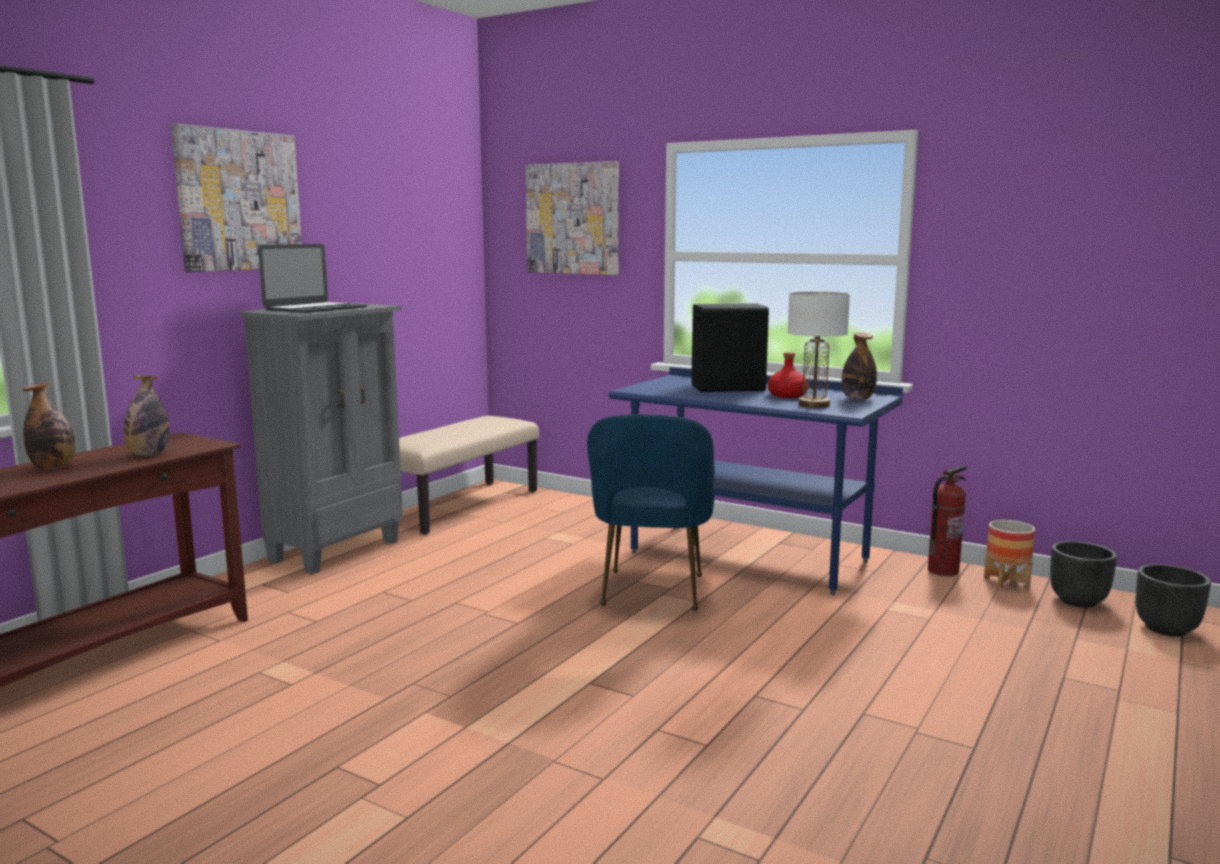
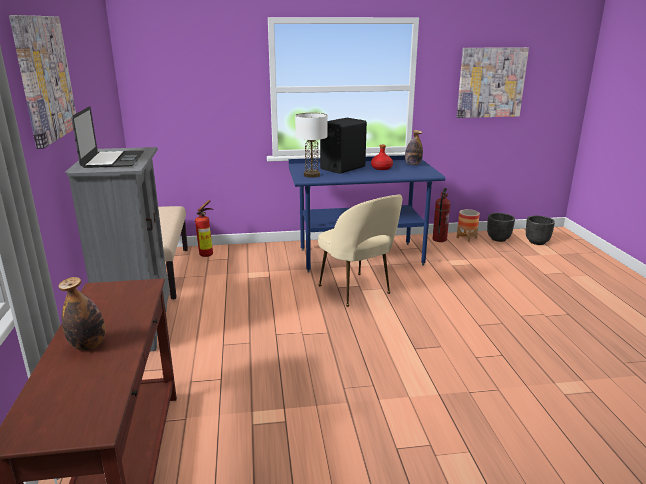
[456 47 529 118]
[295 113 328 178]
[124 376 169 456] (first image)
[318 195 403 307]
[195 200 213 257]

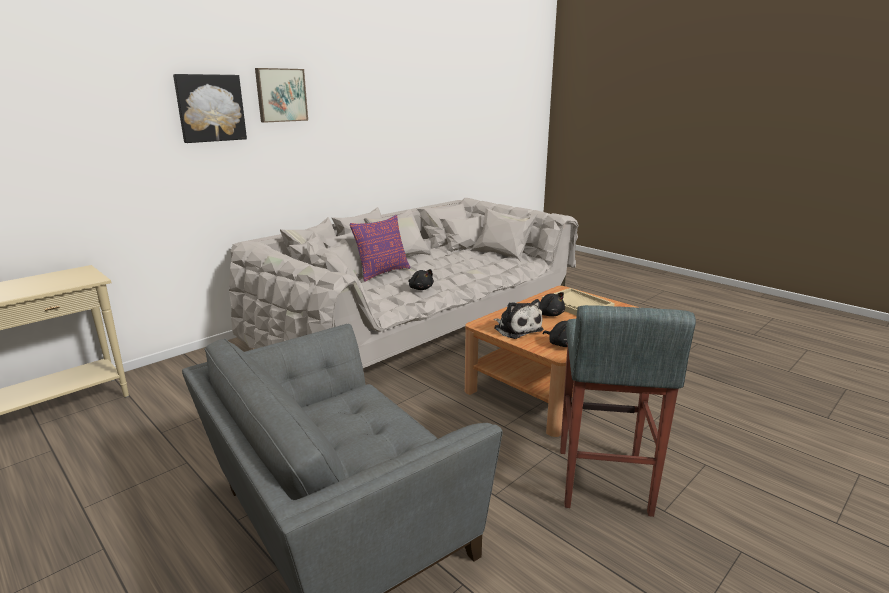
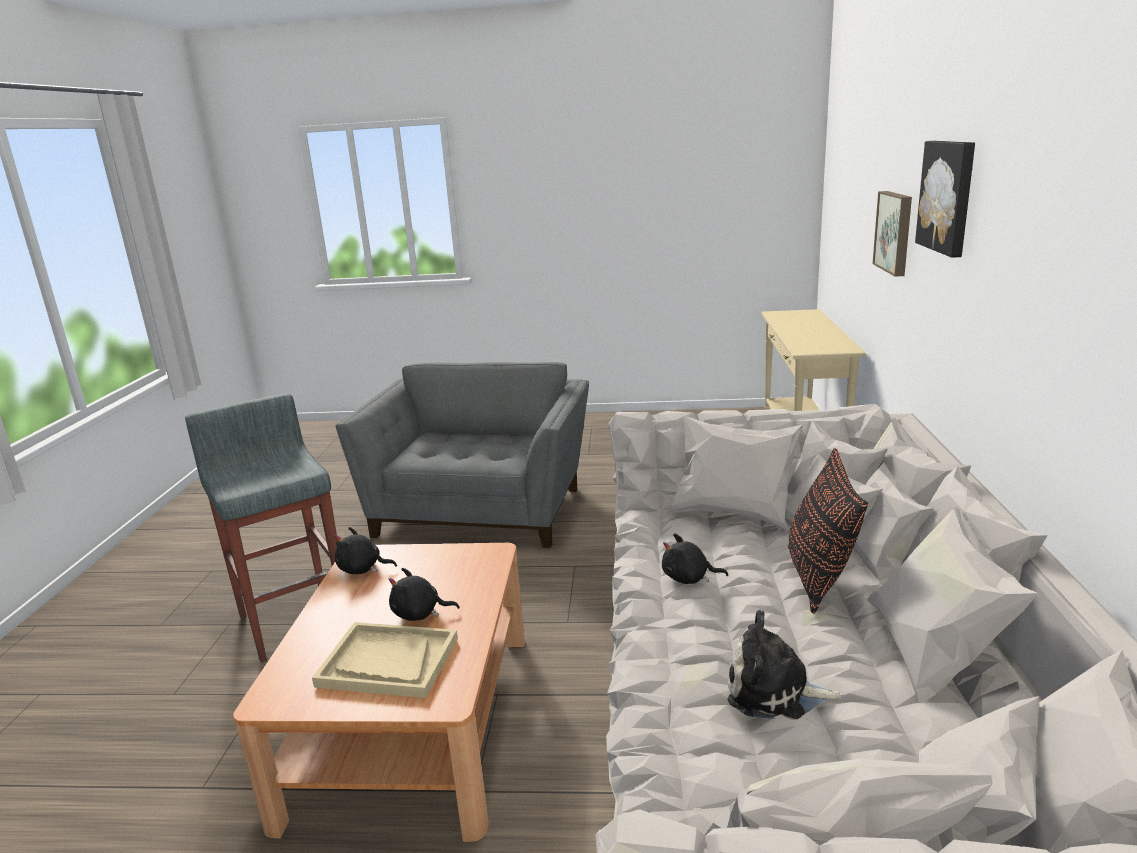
[872 191 912 277]
[788 448 868 614]
[728 610 843 720]

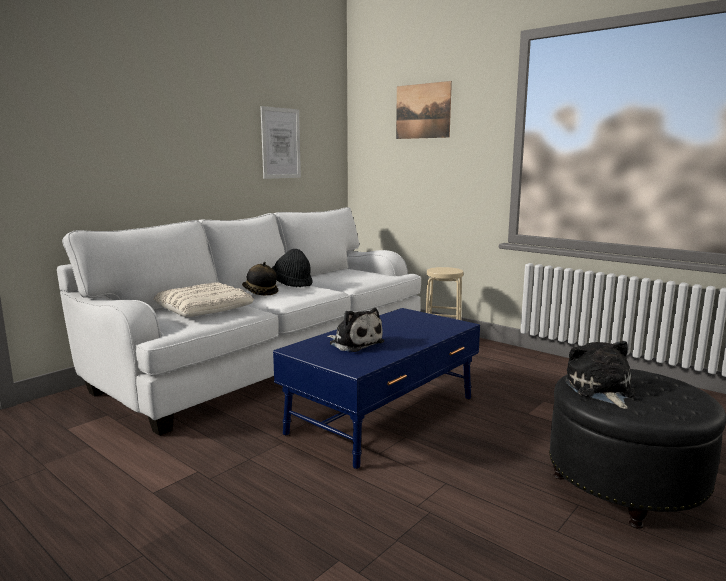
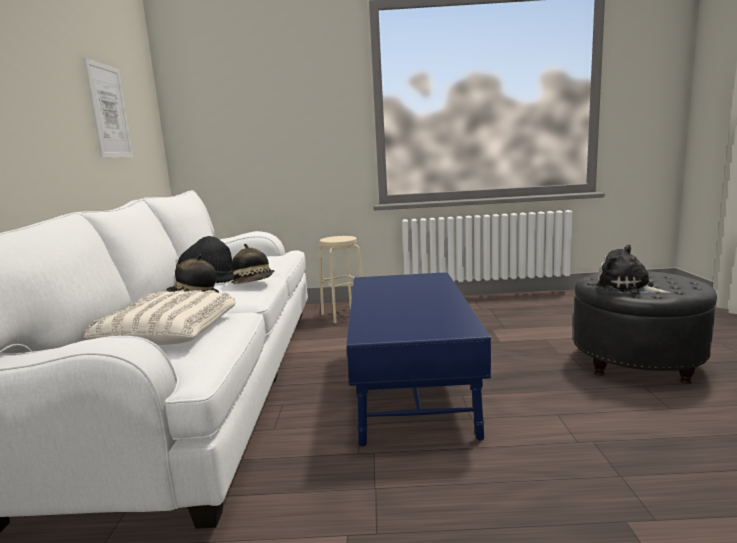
[396 81 452 139] (first image)
[327 308 384 352] (first image)
[231 244 274 284]

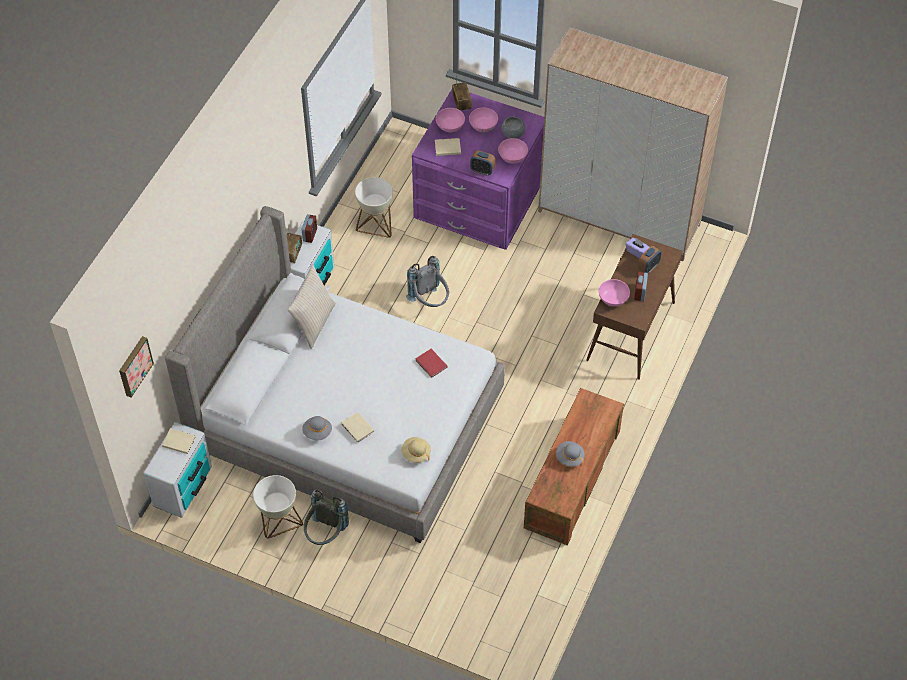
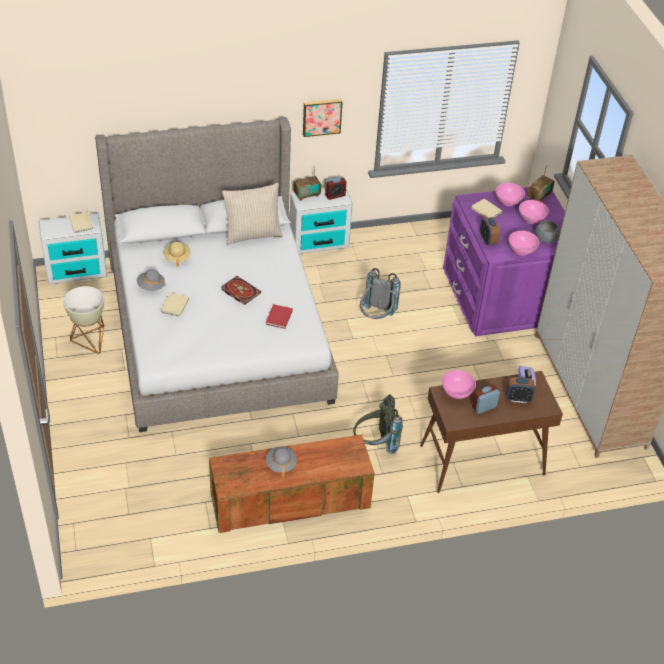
[355 177 393 238] (first image)
[303 99 343 137]
[163 242 191 267]
[353 394 403 454]
[221 276 261 305]

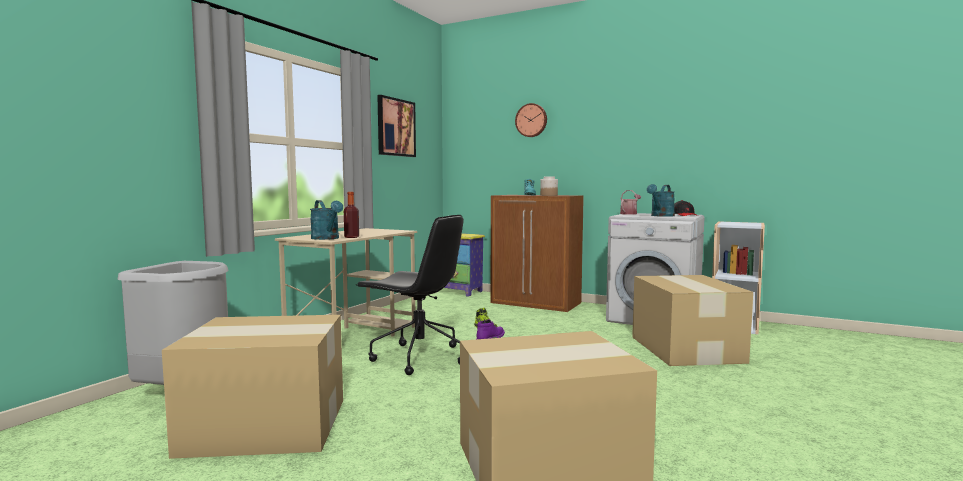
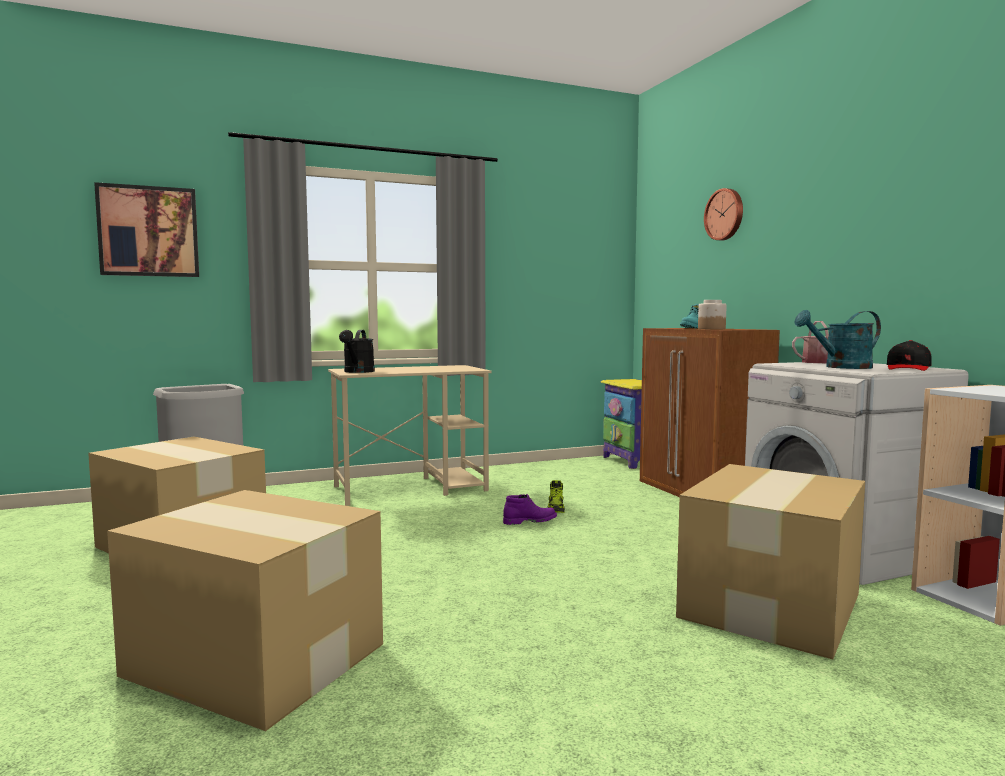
[94 182 199 277]
[344 192 359 238] (first image)
[339 330 375 373]
[356 215 464 375] (first image)

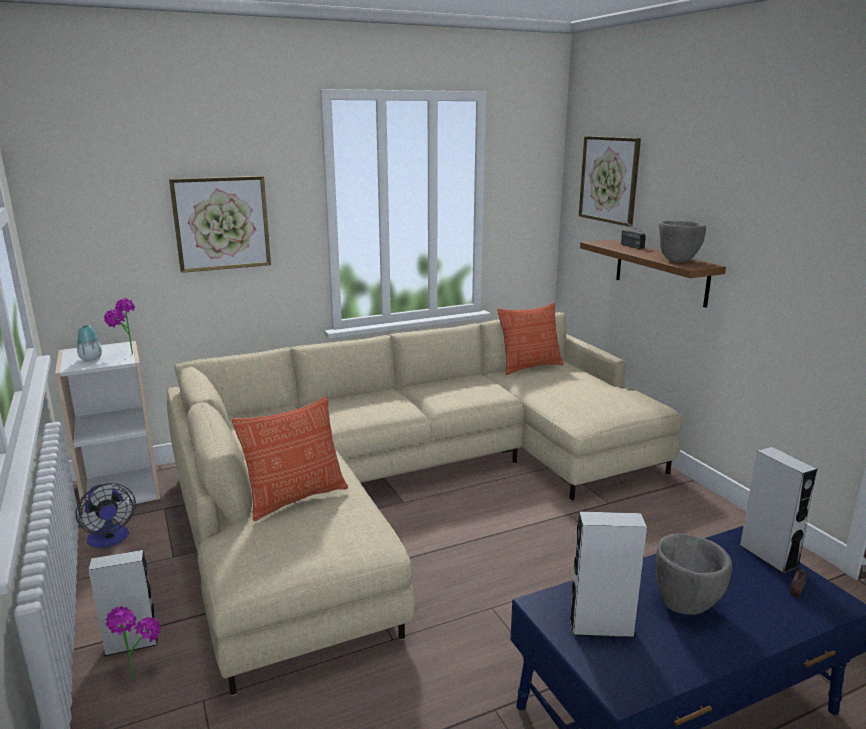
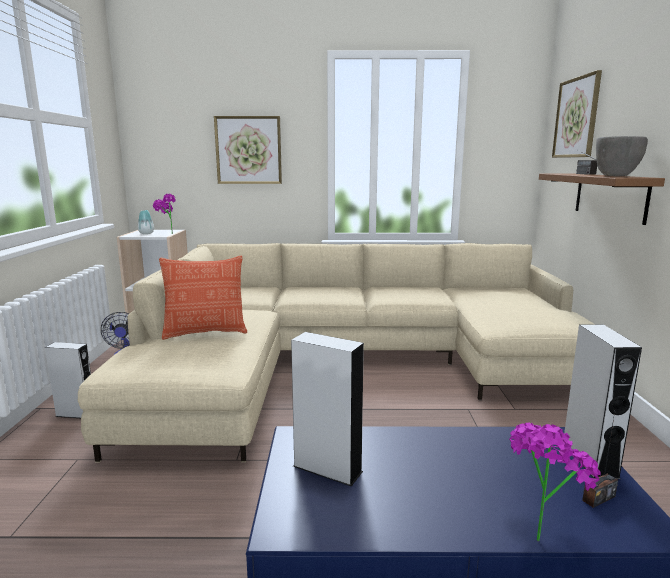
[497 303 564 375] (first image)
[656 533 732 615] (first image)
[509 422 601 542]

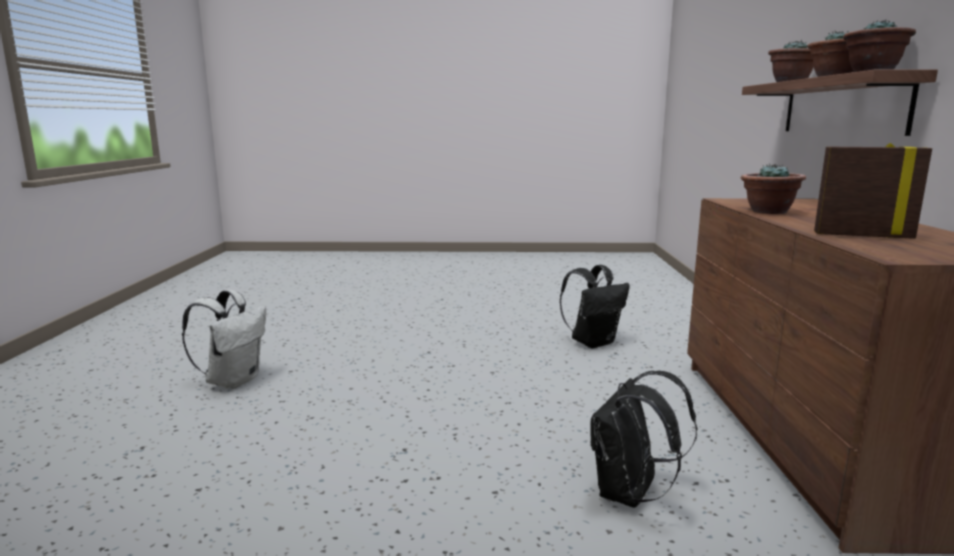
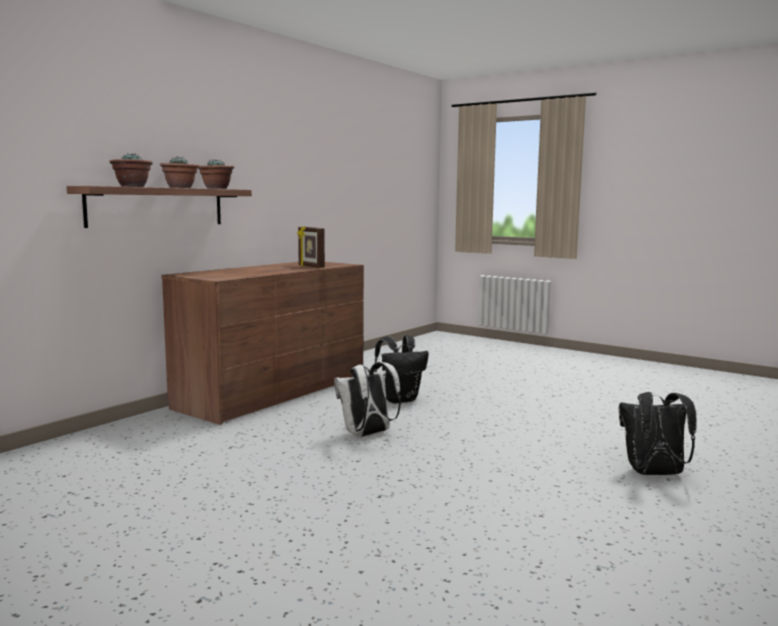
[741 163 806 214] (first image)
[619 392 697 475]
[334 362 401 437]

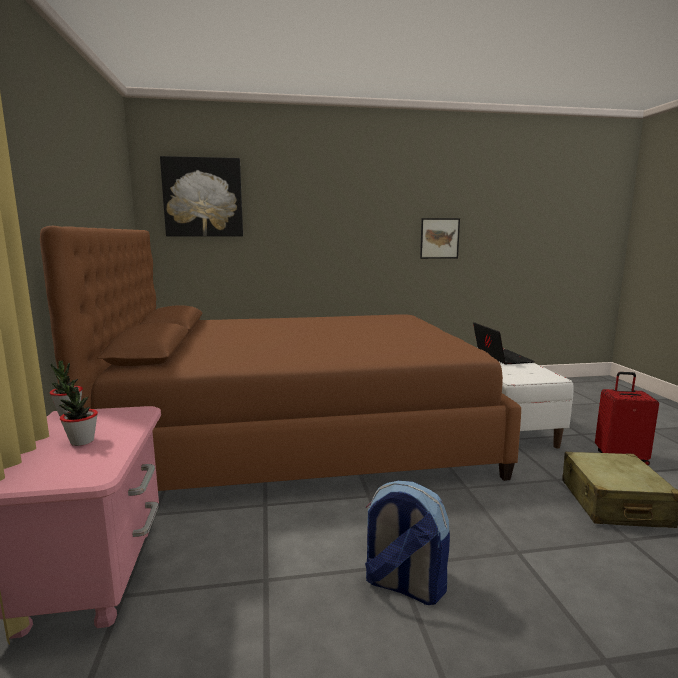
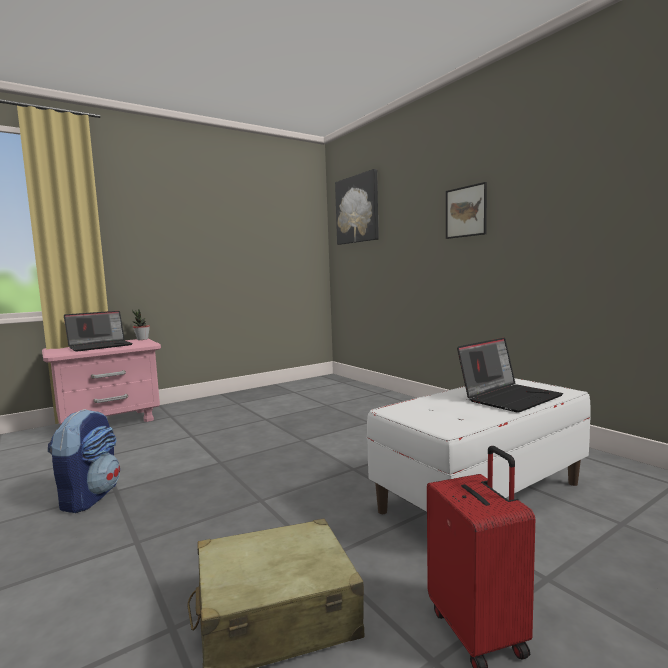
[446 182 487 239]
[40 226 521 491] (first image)
[64 311 133 352]

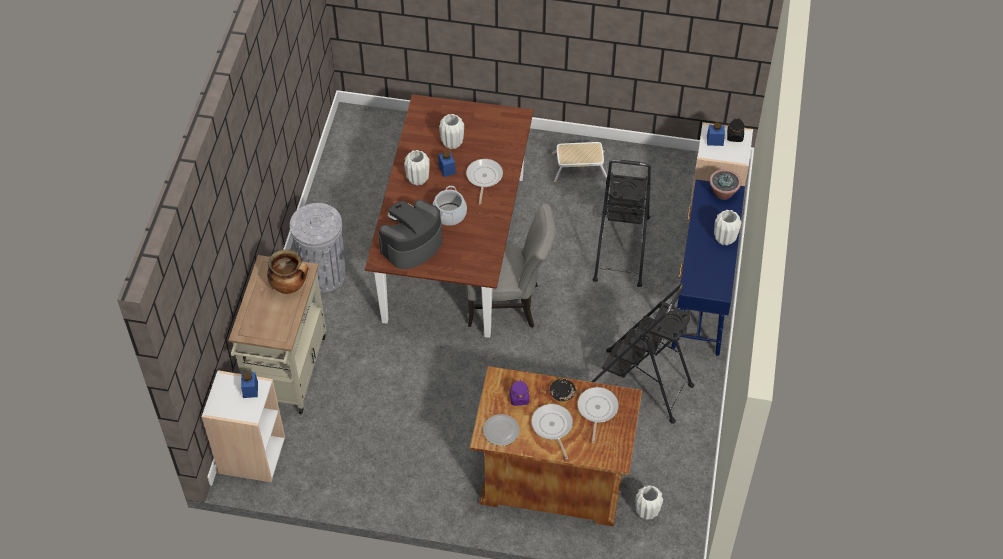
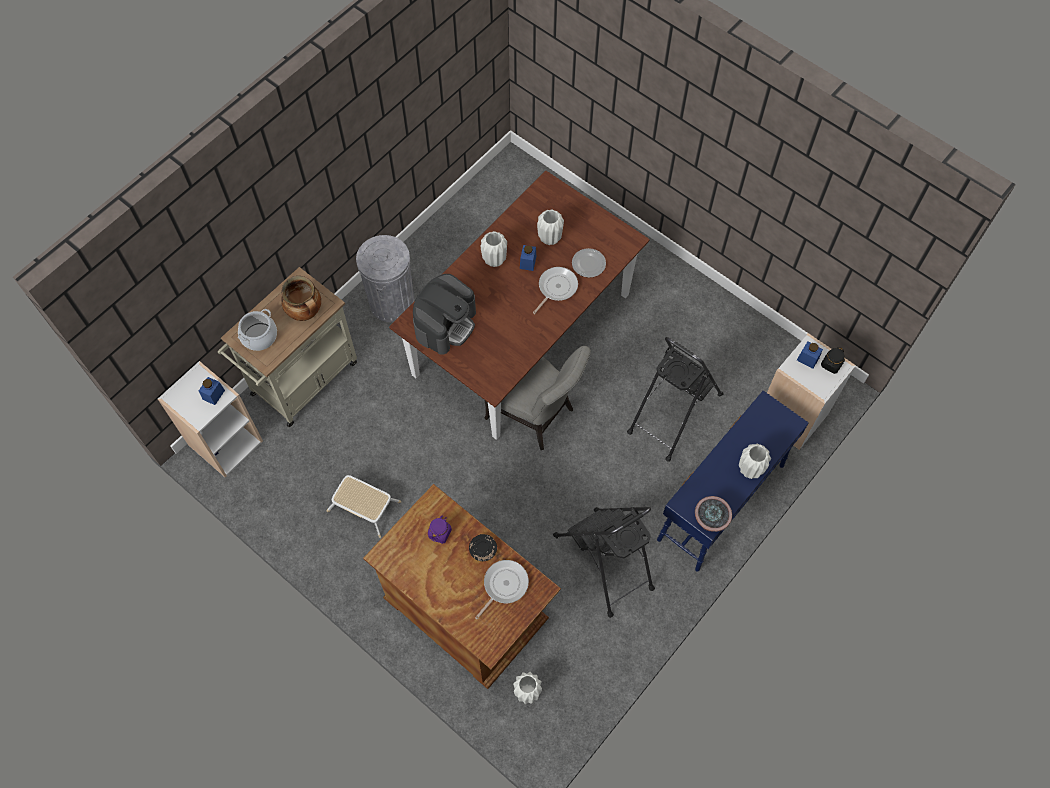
[326 475 401 538]
[695 496 732 532]
[238 309 277 351]
[413 274 476 355]
[531 404 573 459] (first image)
[572 248 606 278]

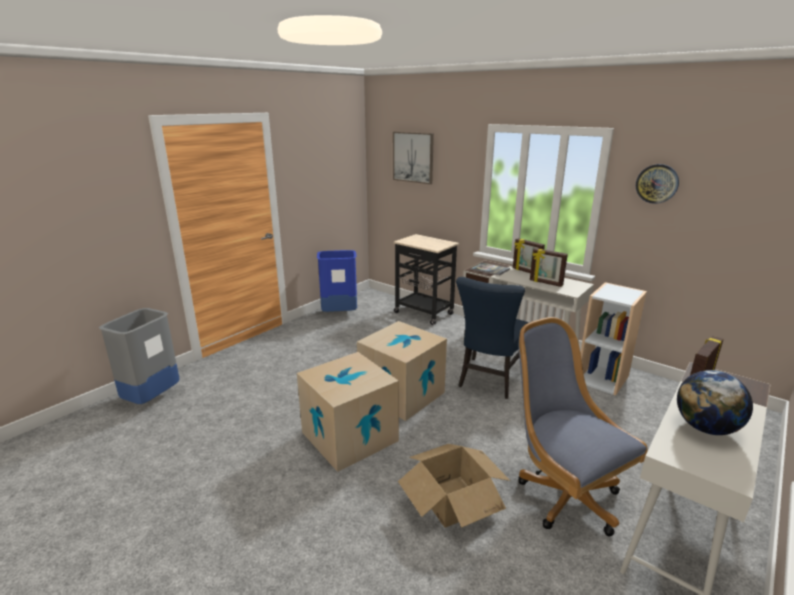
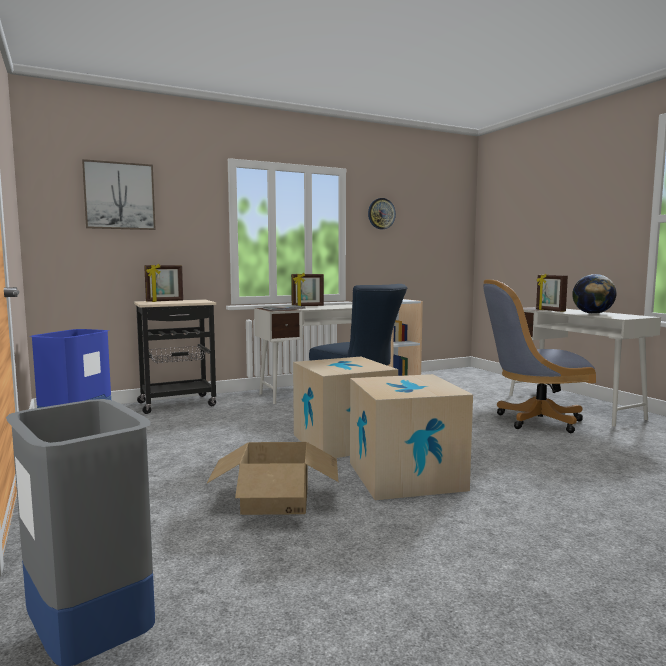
[144 264 183 302]
[206 442 338 515]

